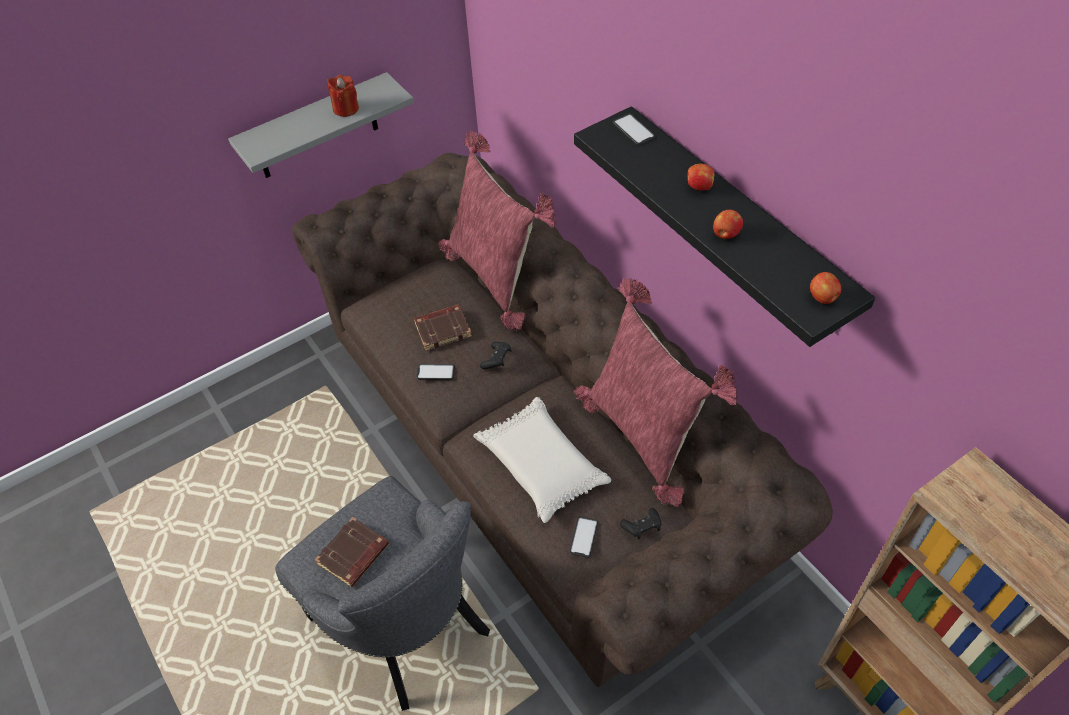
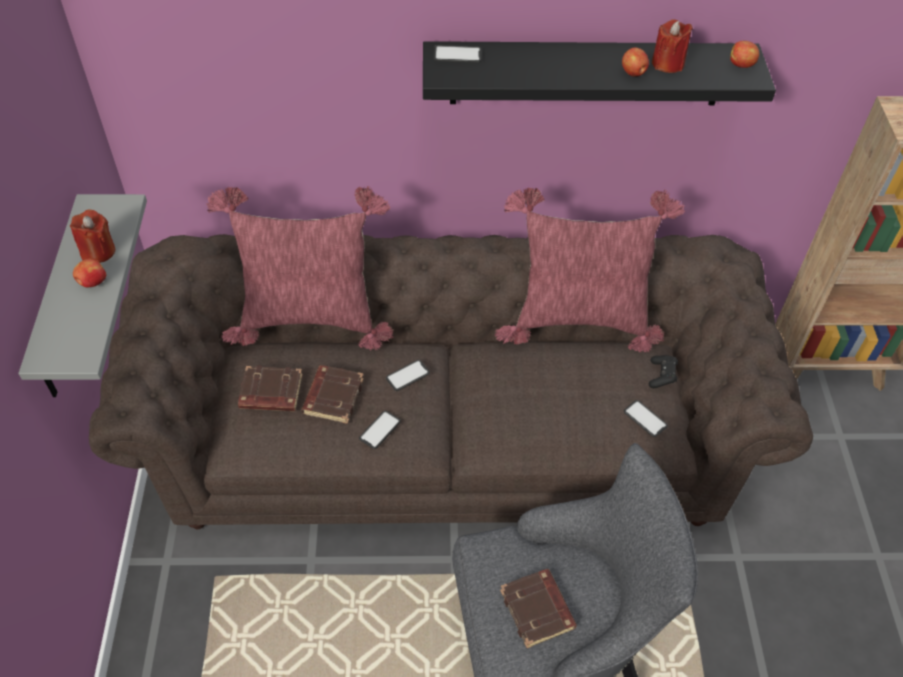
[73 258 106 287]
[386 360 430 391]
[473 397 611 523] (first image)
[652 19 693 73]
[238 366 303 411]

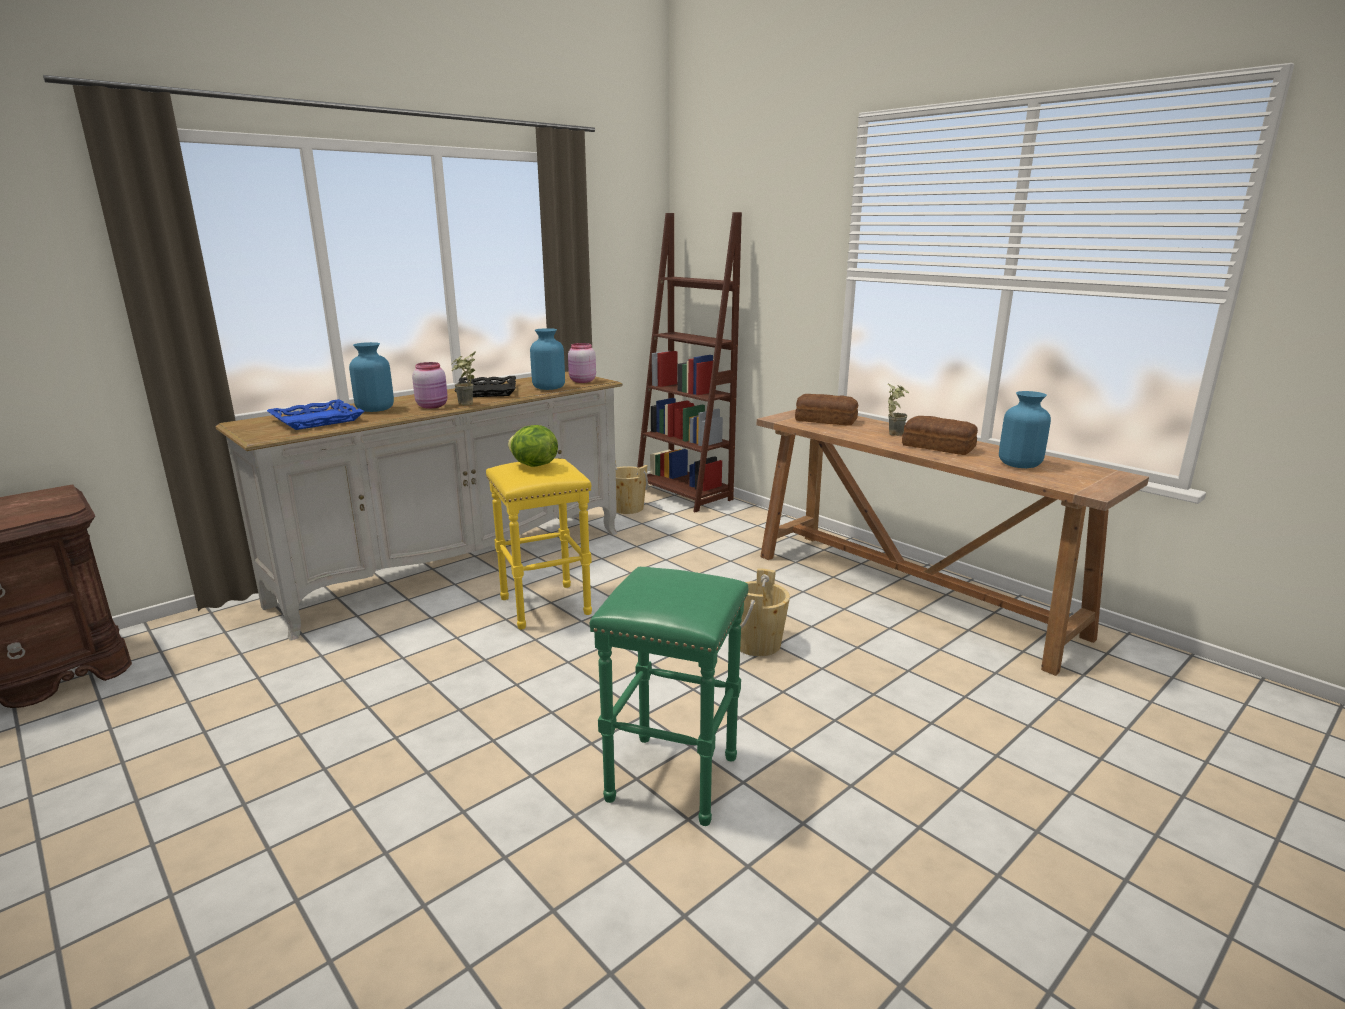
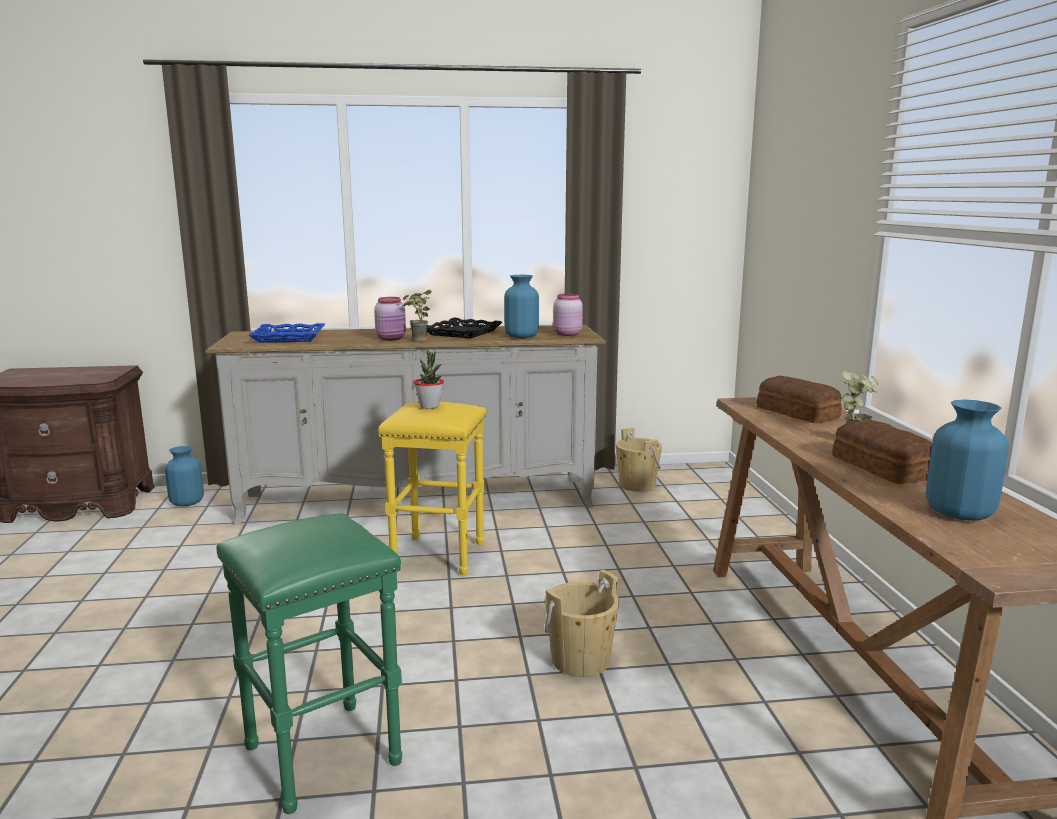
[637 212 742 512] (first image)
[165 446 204 506]
[414 350 444 409]

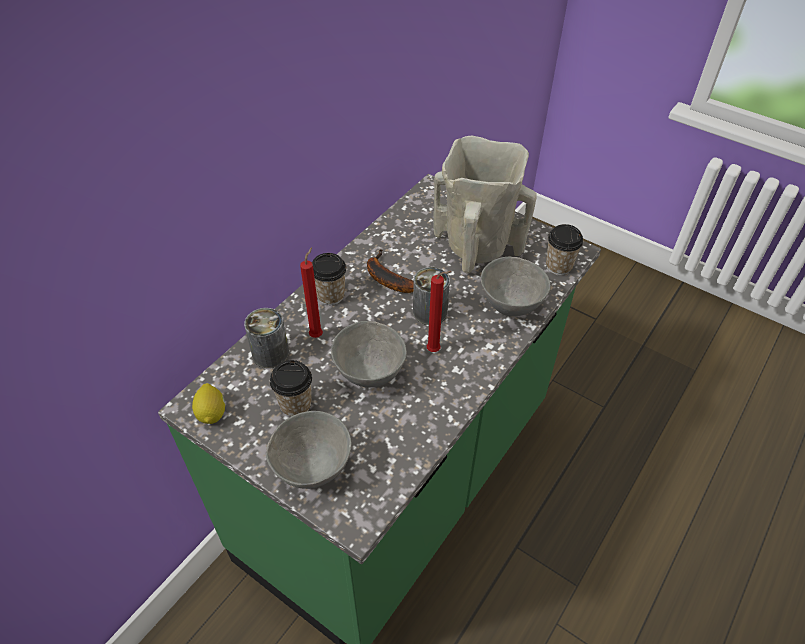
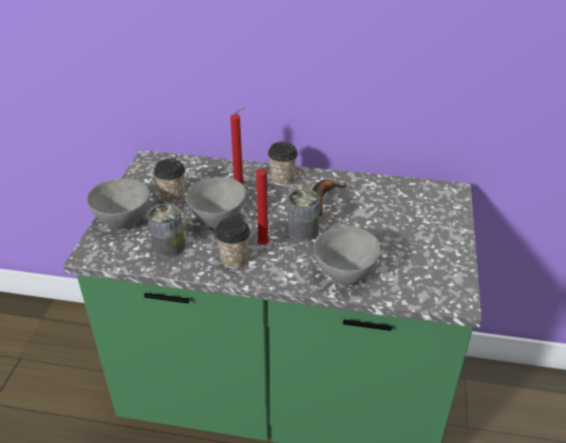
[434 136 537 274] (first image)
[215 217 250 269]
[148 204 185 258]
[192 383 225 424] (first image)

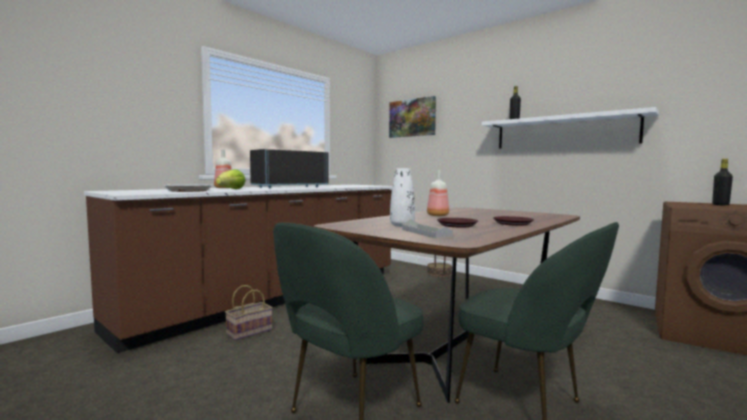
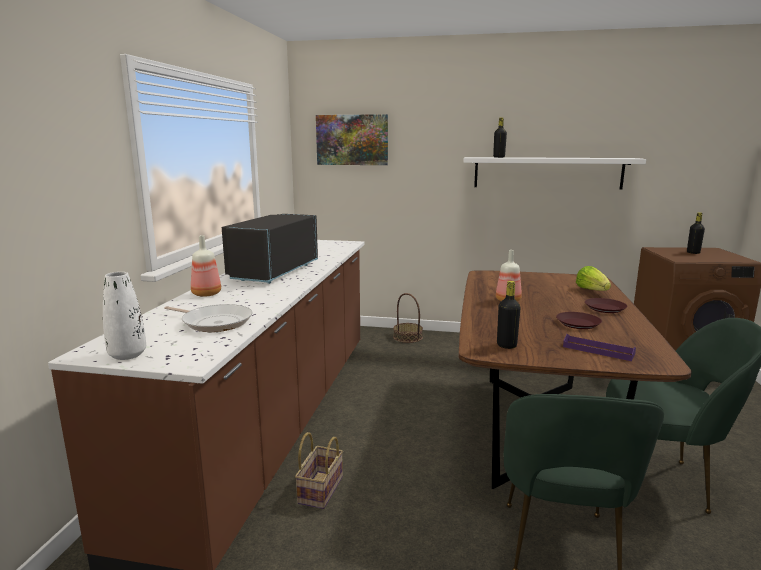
[103 272 146 360]
[576 266 611 291]
[563 334 636 361]
[497 281 521 349]

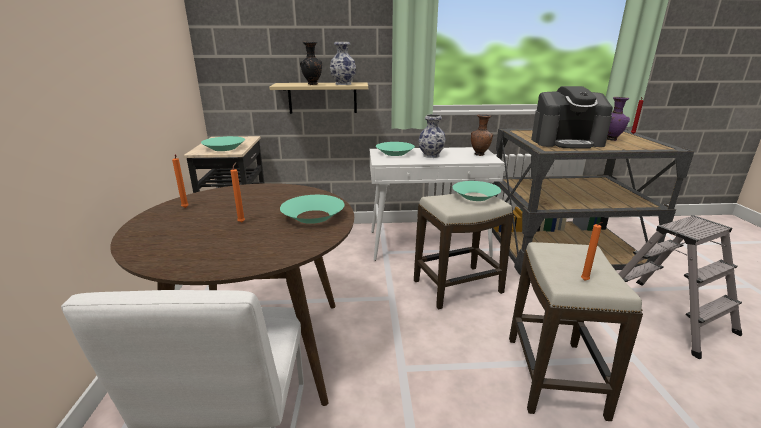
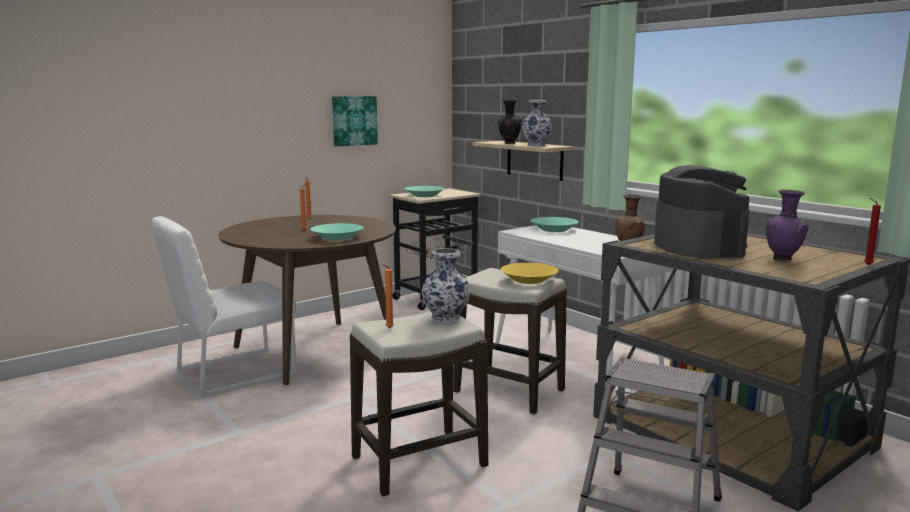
[654 165 750 258]
[422 248 470 323]
[501 263 558 284]
[332 96 378 146]

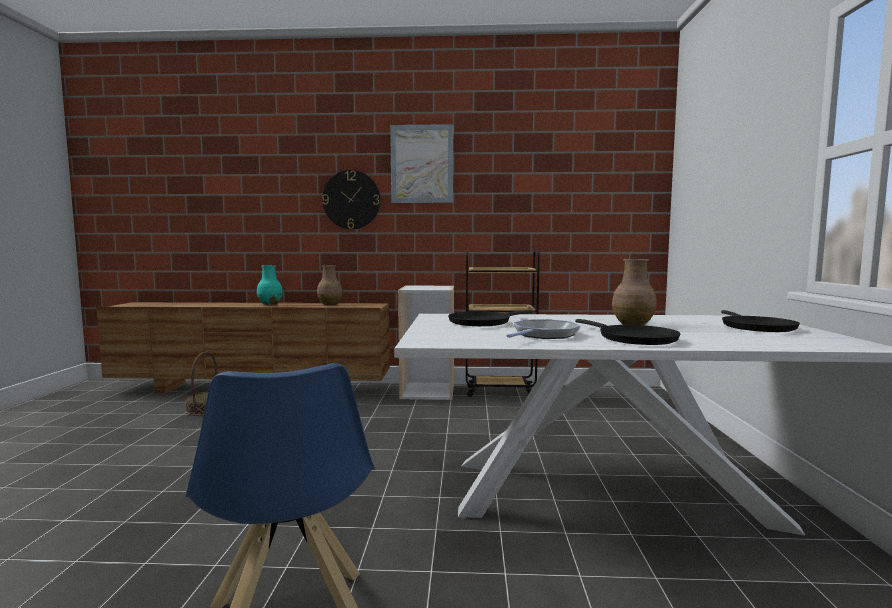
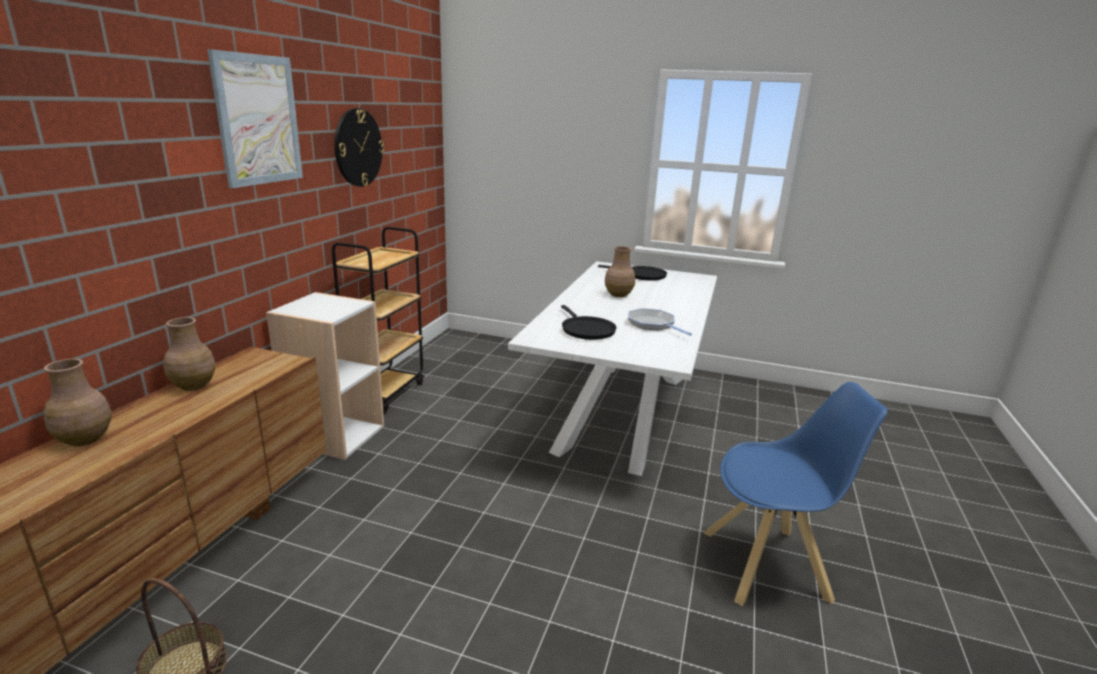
[334 108 384 187]
[44 358 112 446]
[575 319 681 345] (first image)

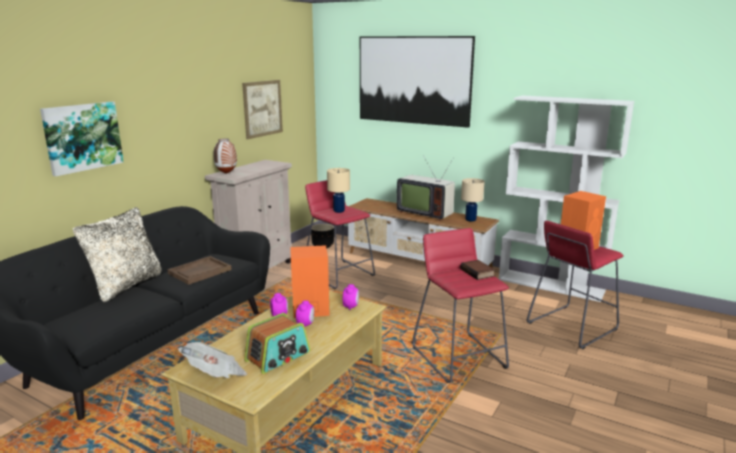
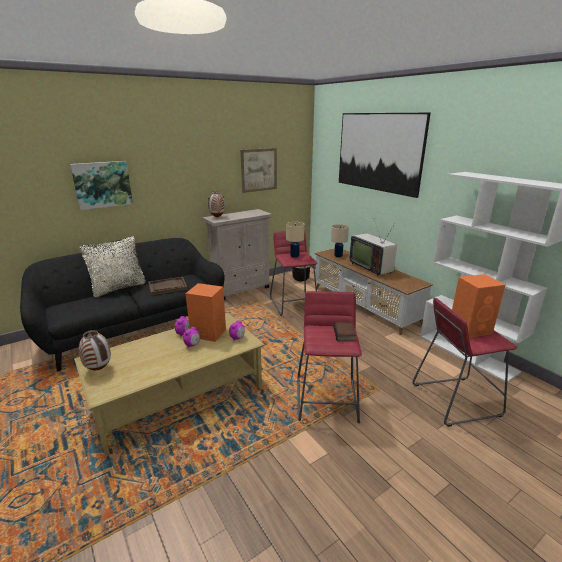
[331 224 349 257]
[244 313 310 374] (first image)
[79 330 111 370]

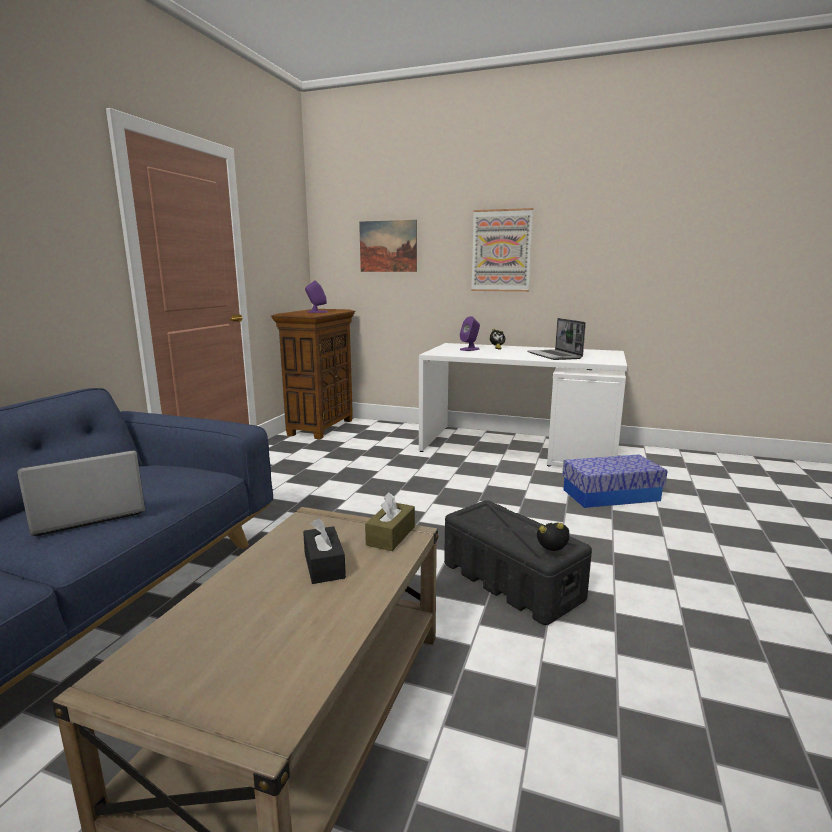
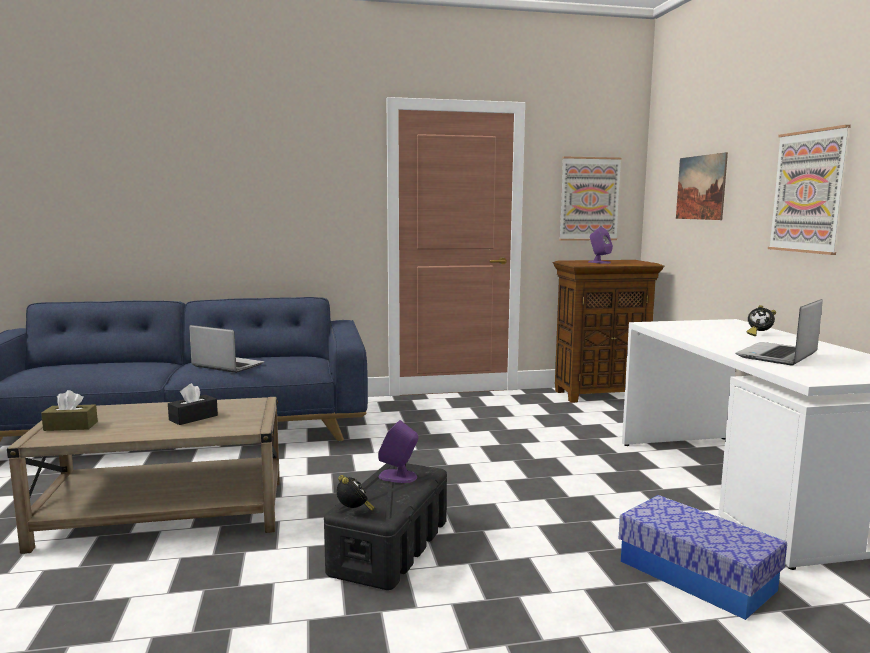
[378 420 418 483]
[41 390 98 431]
[559 156 621 241]

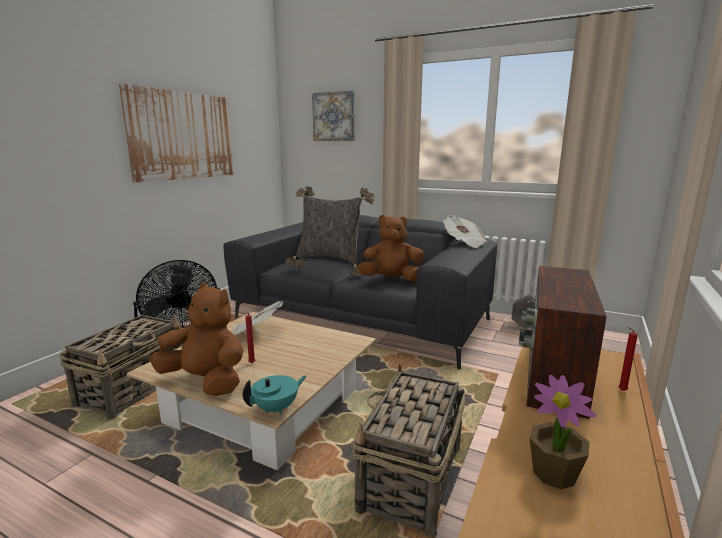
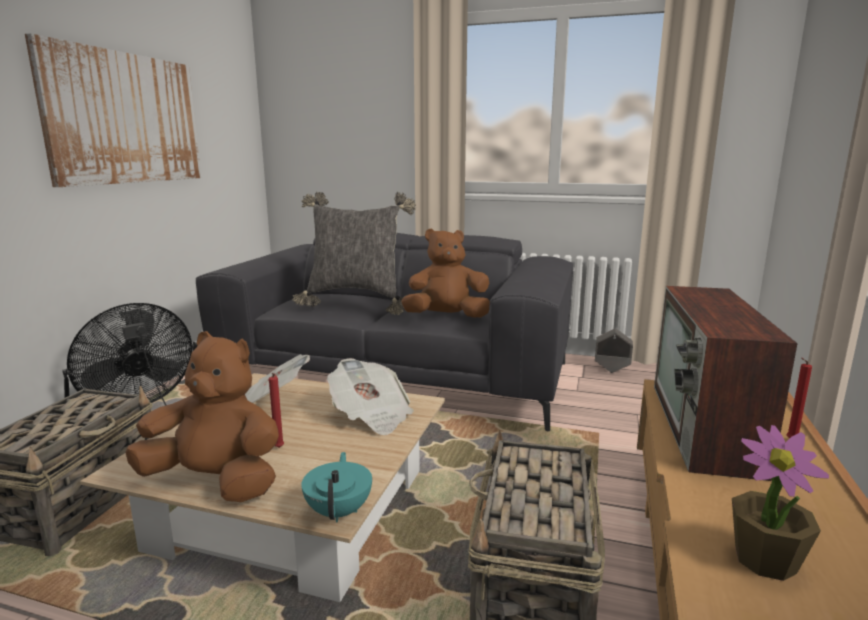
[312 91 355 141] (first image)
[327 358 414 435]
[301 452 372 522]

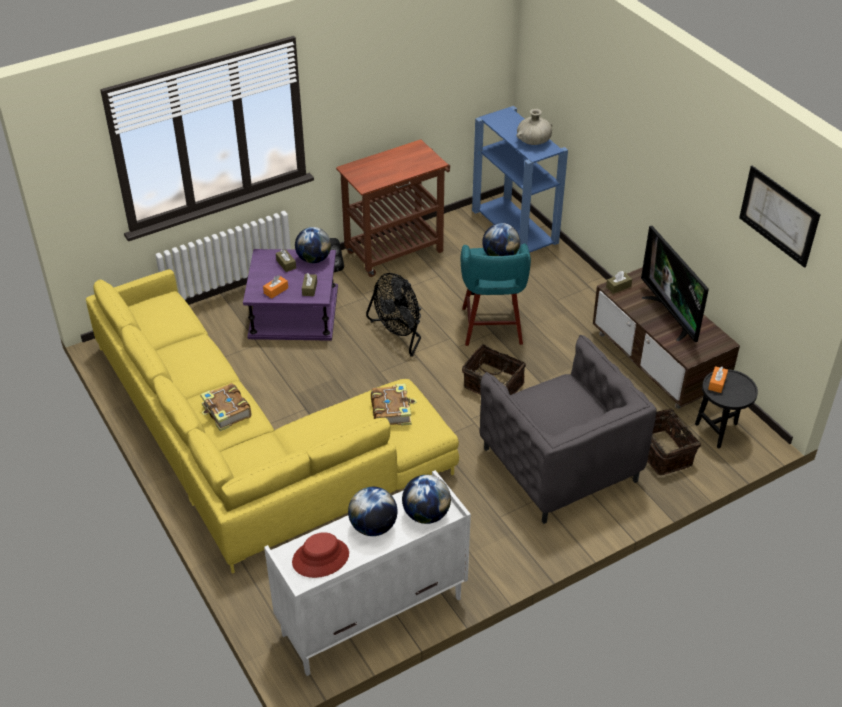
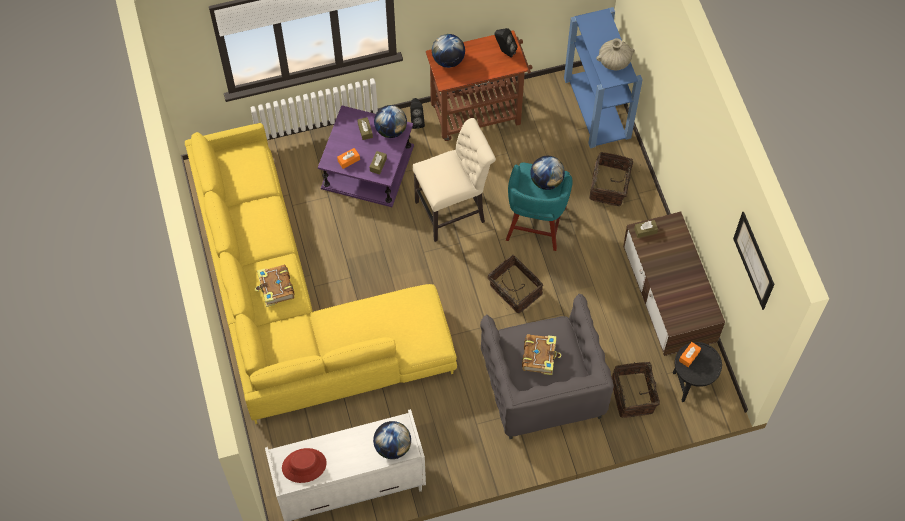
[641 226 709 342] (first image)
[413 118 496 242]
[522 334 561 375]
[432 34 465 68]
[495 28 518 58]
[589 152 633 206]

